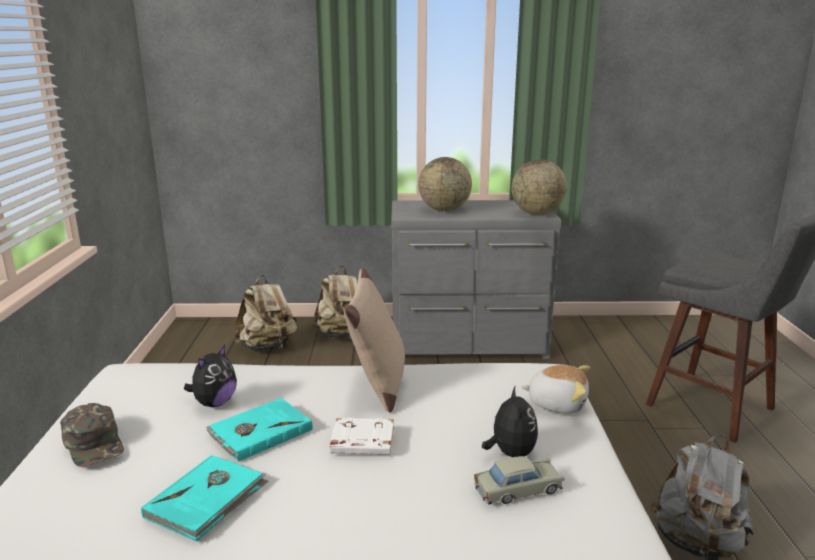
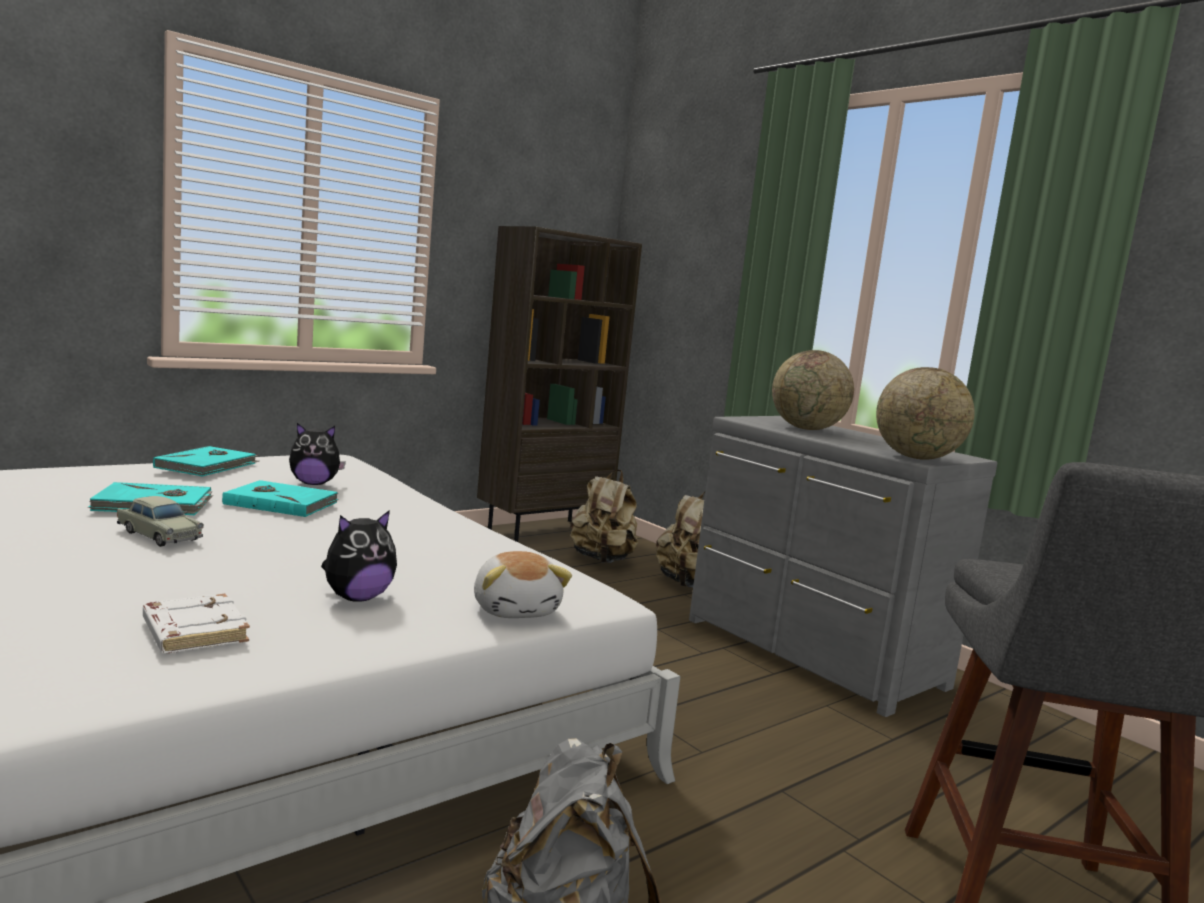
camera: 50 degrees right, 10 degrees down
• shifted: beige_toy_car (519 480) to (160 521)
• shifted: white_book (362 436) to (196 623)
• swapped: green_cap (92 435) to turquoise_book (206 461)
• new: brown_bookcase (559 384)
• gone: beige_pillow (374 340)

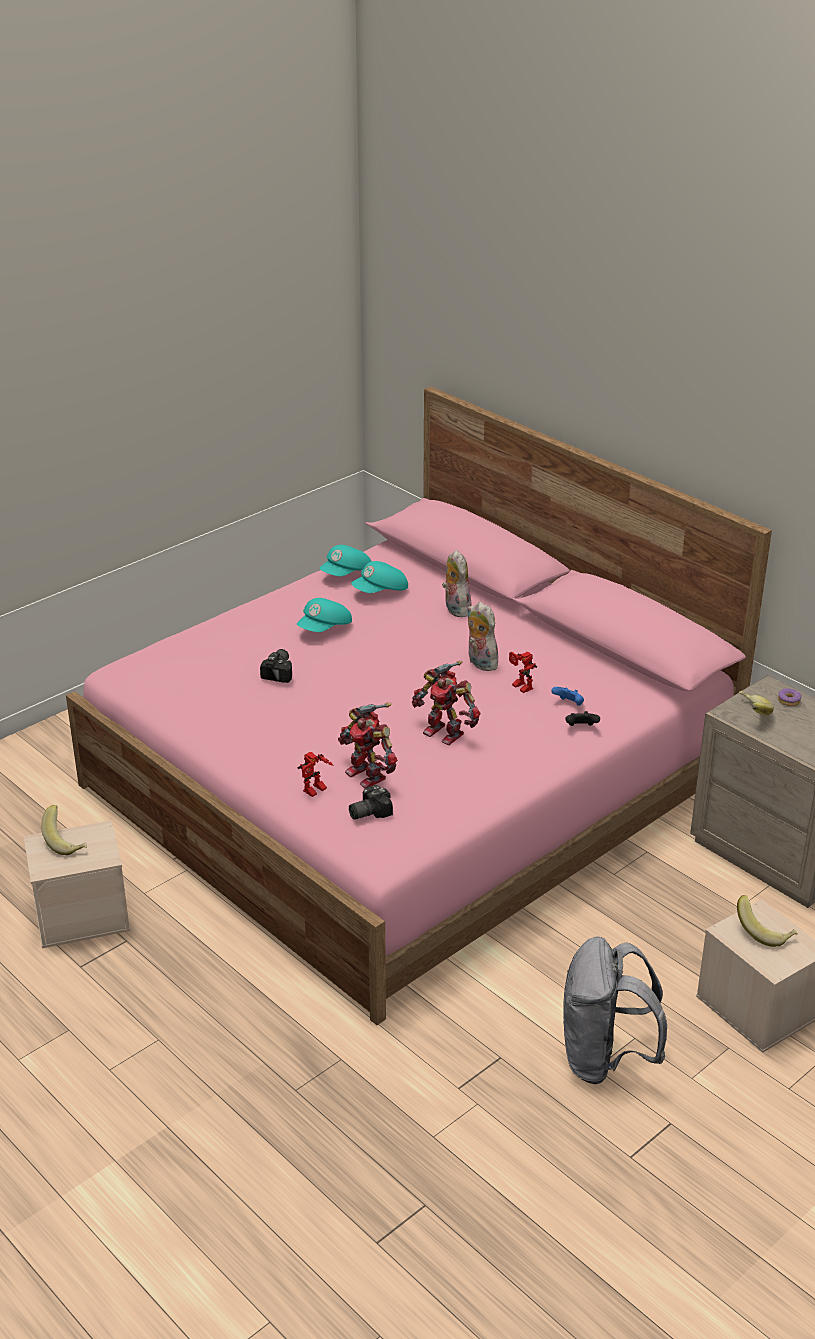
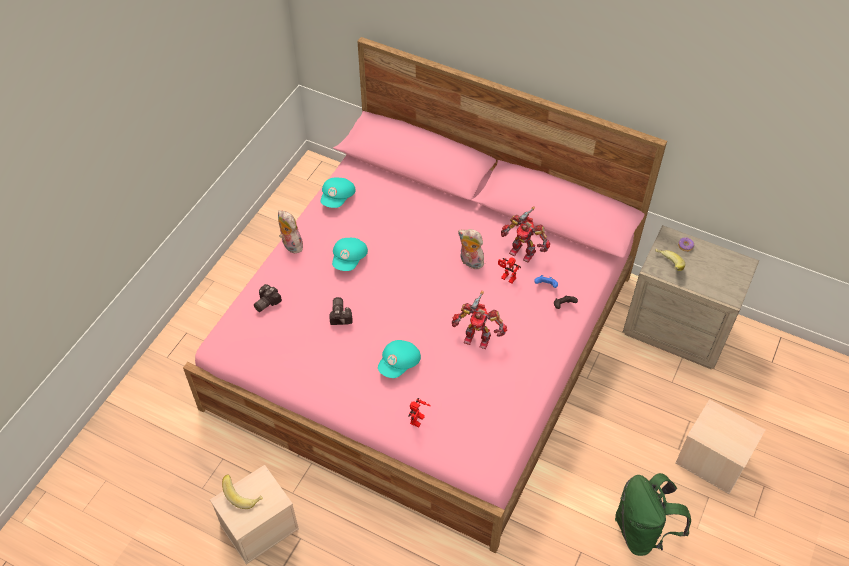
camera: 20 degrees left, 20 degrees up
• shifted: photo_camera (371 802) to (268 298)
• shifted: plush_toy (456 583) to (290 232)
• shifted: turquoise_cap (379 577) to (399 359)
• shifted: toy_robot (367 745) to (525 234)
• repainted: grey_backpack (615 1010) to green_backpack (653 514)
• gone: banana (767 921)

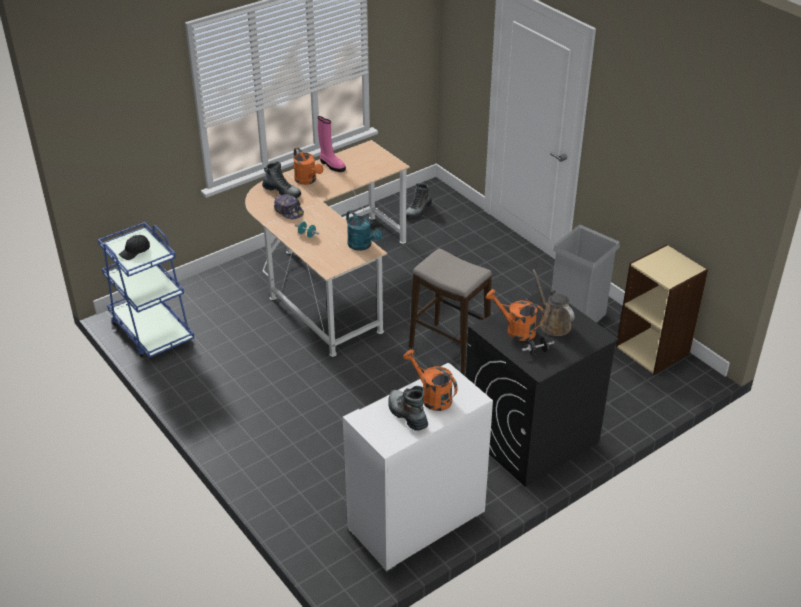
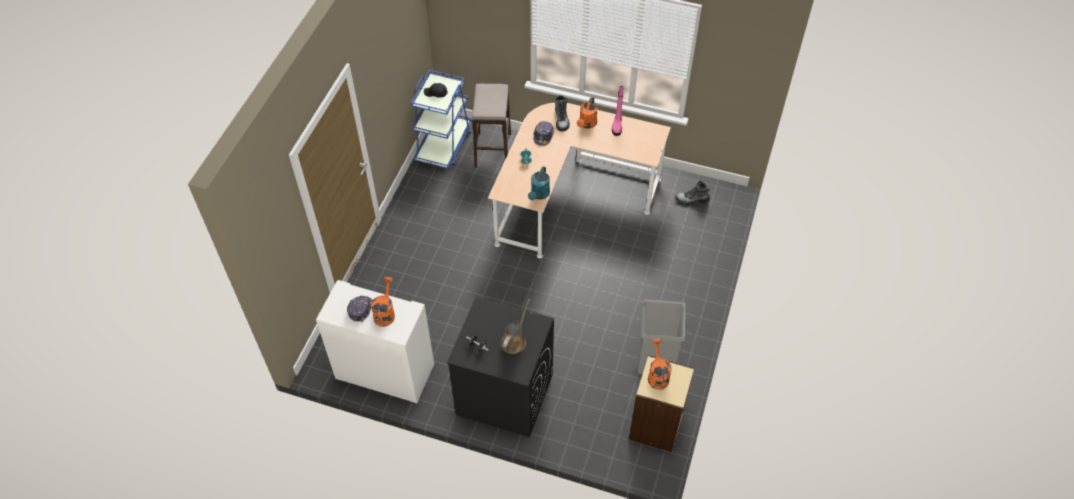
camera: 55 degrees right, 15 degrees up
• swapped: boot (408 408) to cap (360 309)
• shifted: stool (450 311) to (491 126)
• shifted: orange_watering_can (515 315) to (660 364)

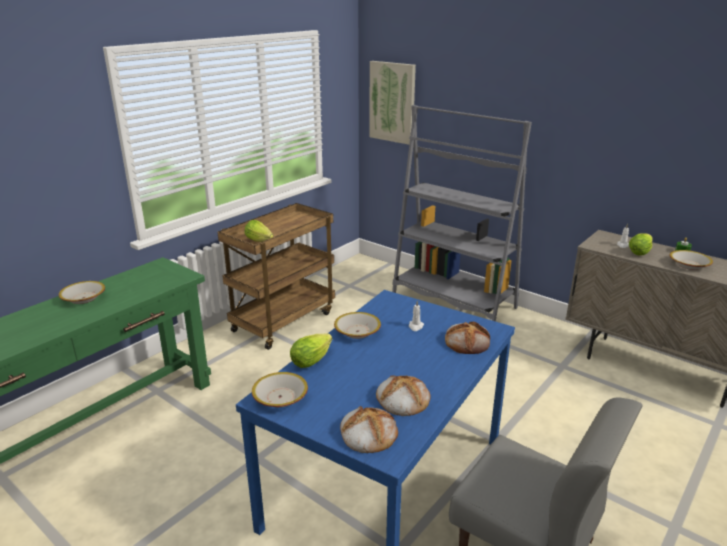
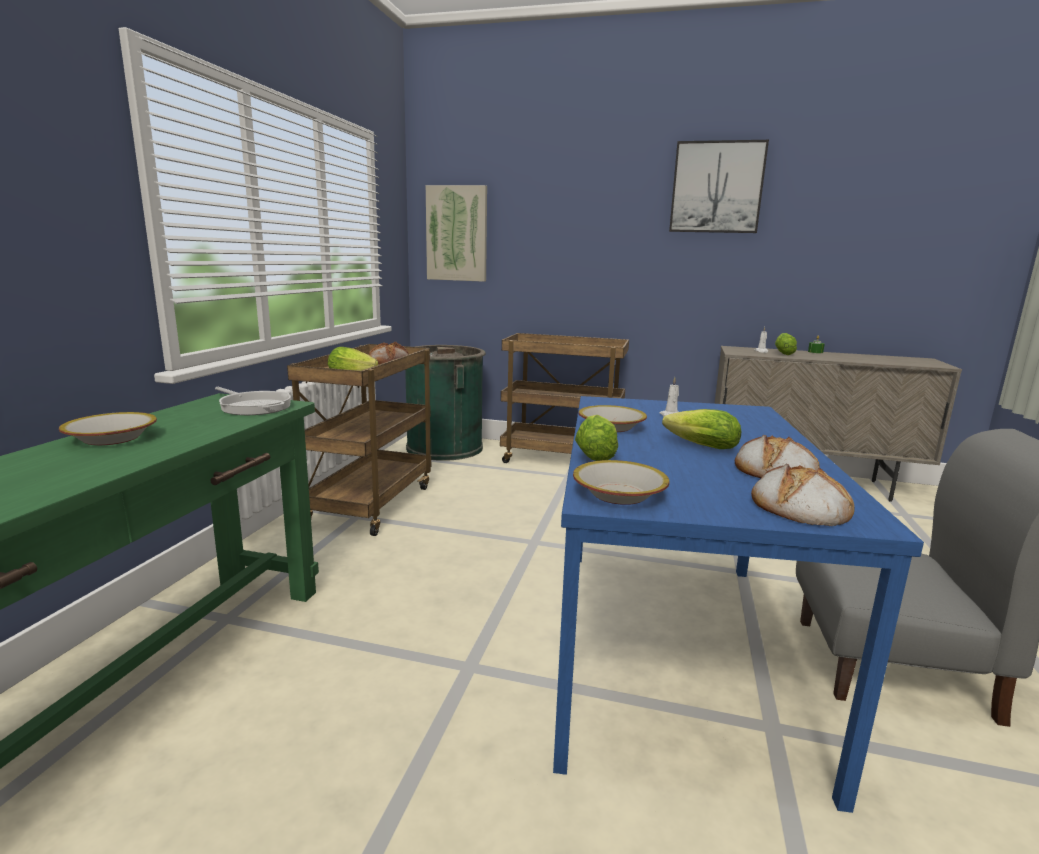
camera: 25 degrees left, 10 degrees down
• new: frying_pan (253 401)
• shifted: bread (467 337) to (389 353)
• new: green_trash_can (445 403)
• swapped: grey_bookcase (462 213) to brown_cart (564 398)
• new: lettuce (702 429)
• new: picture (719 186)
• gone: bowl (691 260)

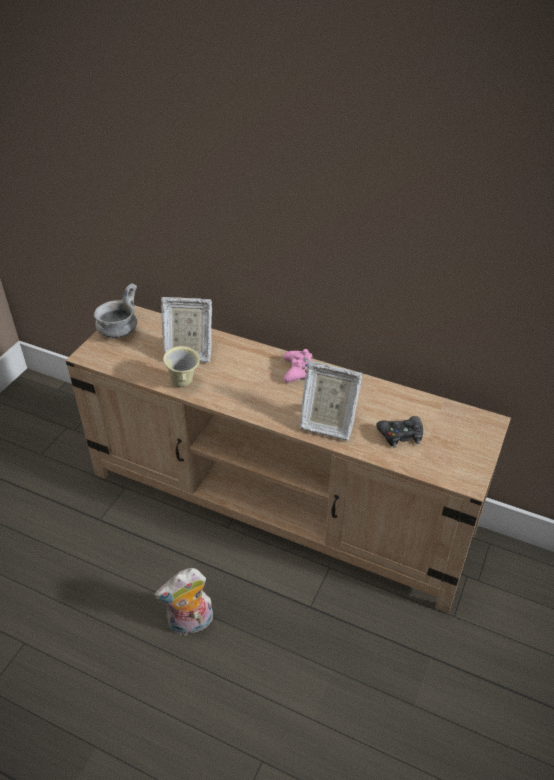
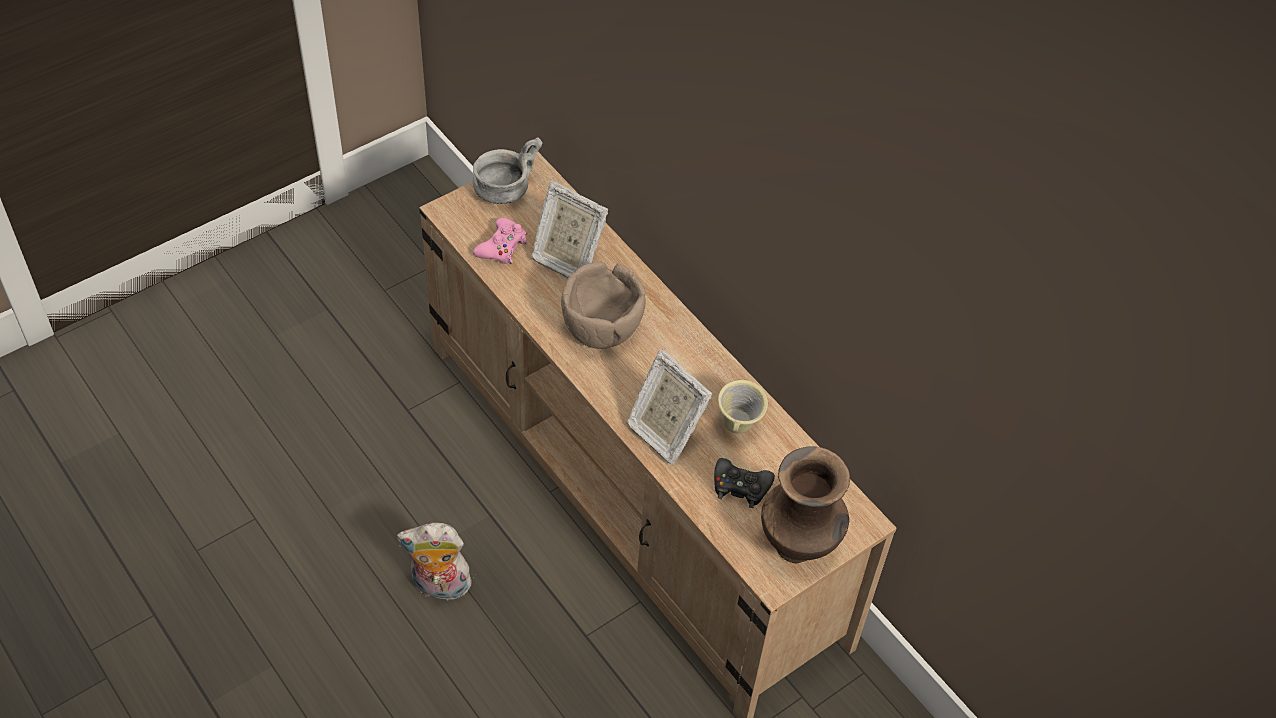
camera: 25 degrees right, 10 degrees up
• shifted: pink_game_controller (297 366) to (500 241)
• new: brown_bowl (603 305)
• shifted: beige_mug (181 366) to (743 407)
• new: brown_vase (805 505)

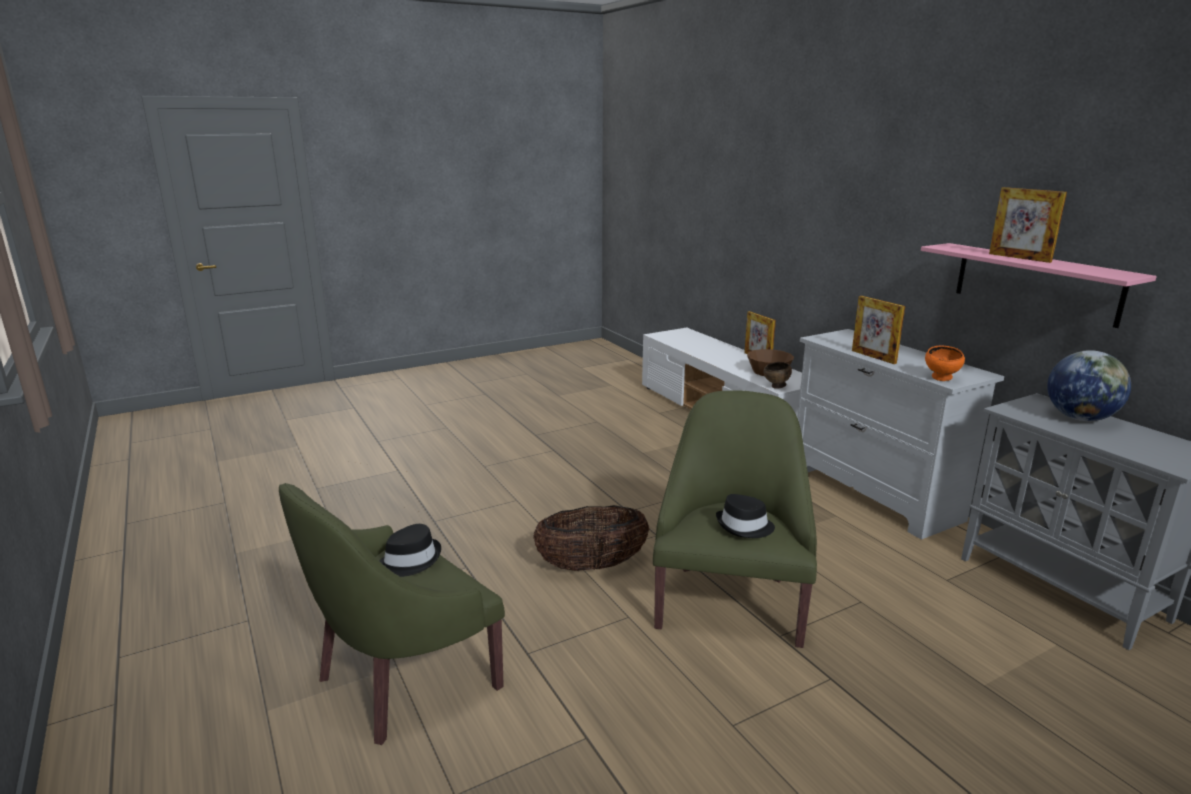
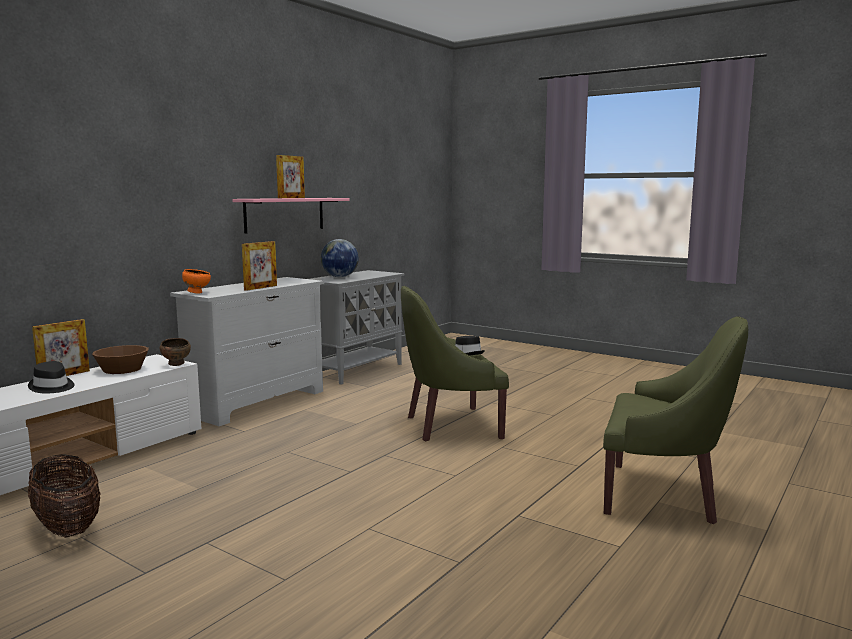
camera: 115 degrees left, 10 degrees down
• shifted: black_hat (410 550) to (51 377)
• shifted: basket (591 538) to (64 496)
• shifted: orange_bowl (945 363) to (196 281)

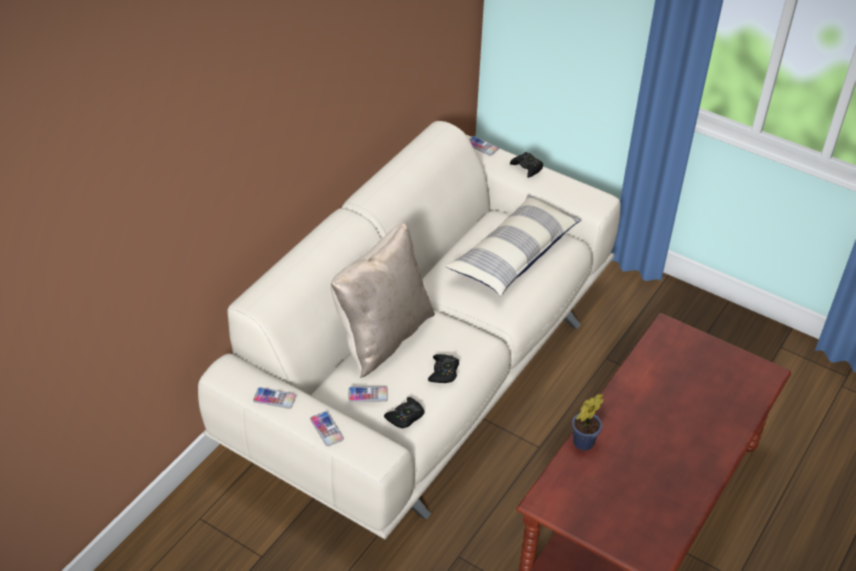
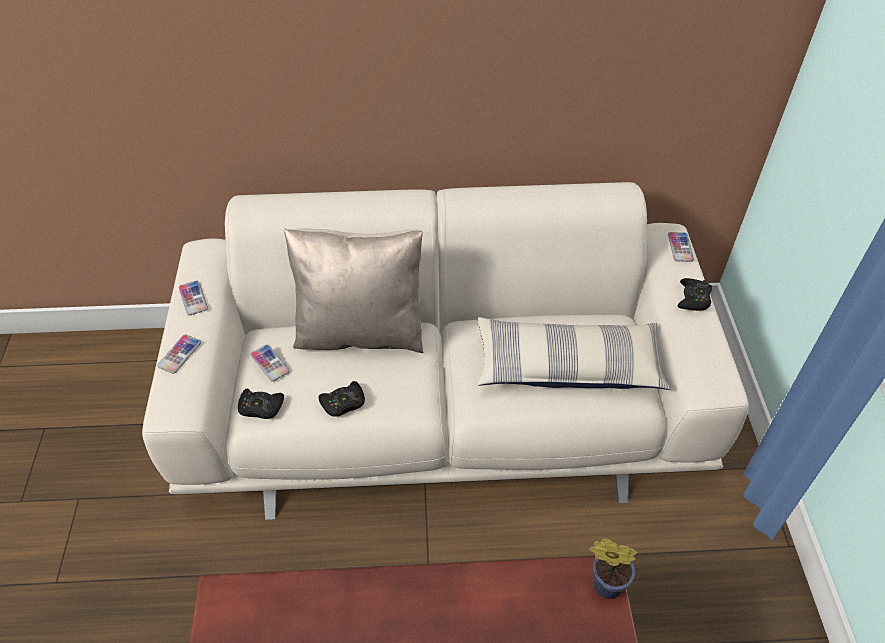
camera: 55 degrees right, 5 degrees up
• shifted: potted_plant (588 422) to (613 568)

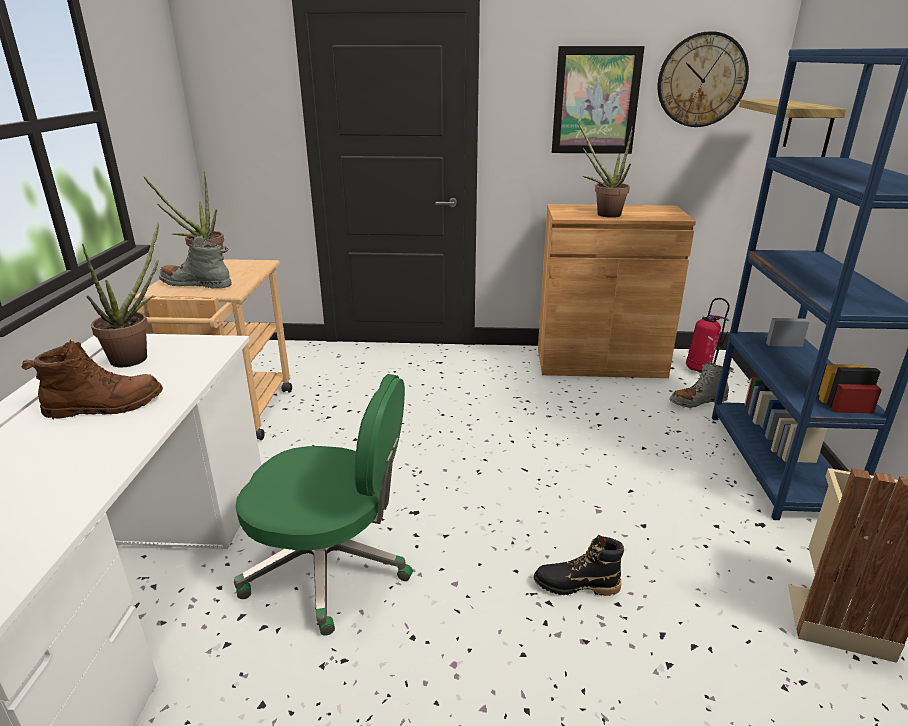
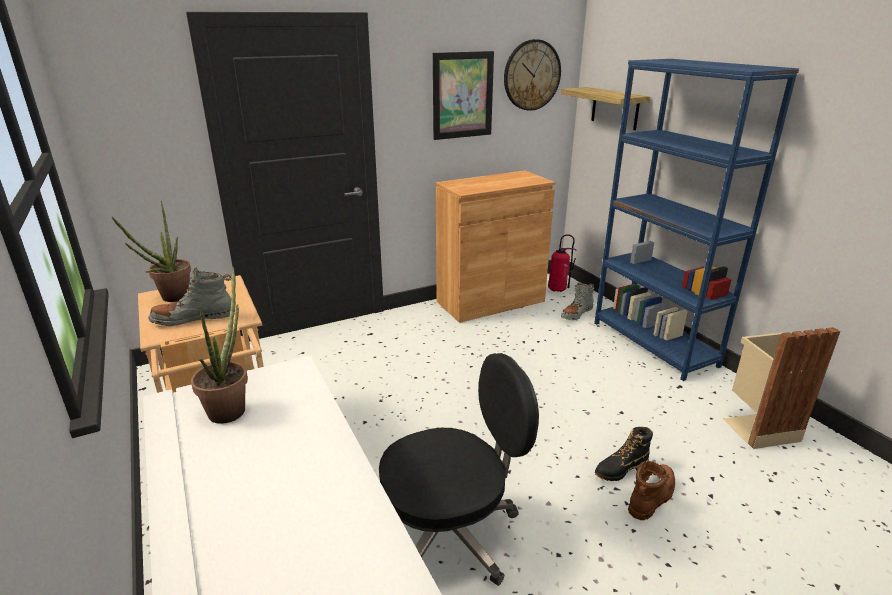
camera: 30 degrees left, 0 degrees up
• repainted: green_office_chair (323 505) to black_office_chair (459 469)
• shifted: brown_boot (92 379) to (651 490)
• gone: potted_plant (605 170)

